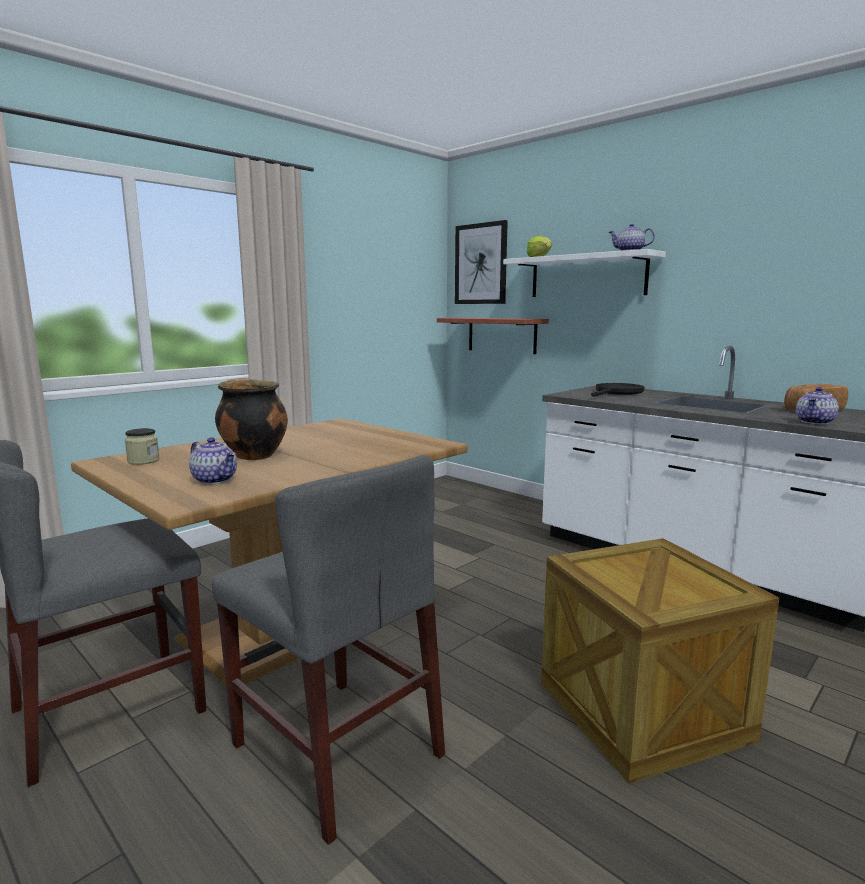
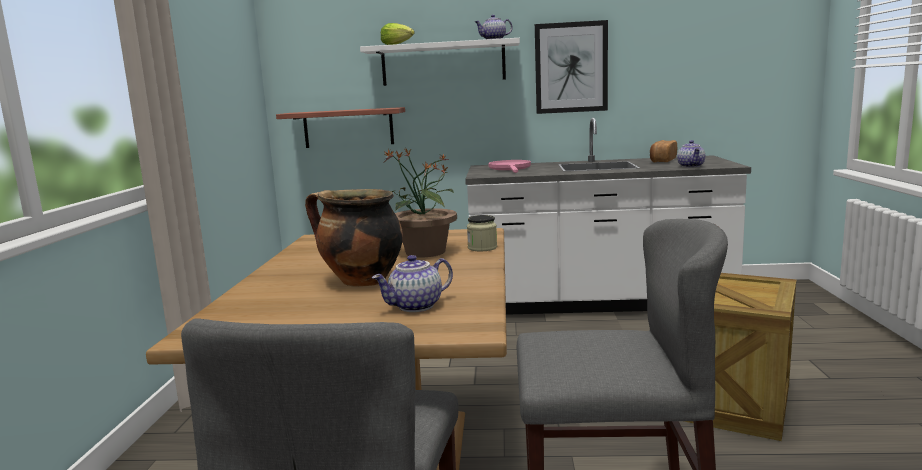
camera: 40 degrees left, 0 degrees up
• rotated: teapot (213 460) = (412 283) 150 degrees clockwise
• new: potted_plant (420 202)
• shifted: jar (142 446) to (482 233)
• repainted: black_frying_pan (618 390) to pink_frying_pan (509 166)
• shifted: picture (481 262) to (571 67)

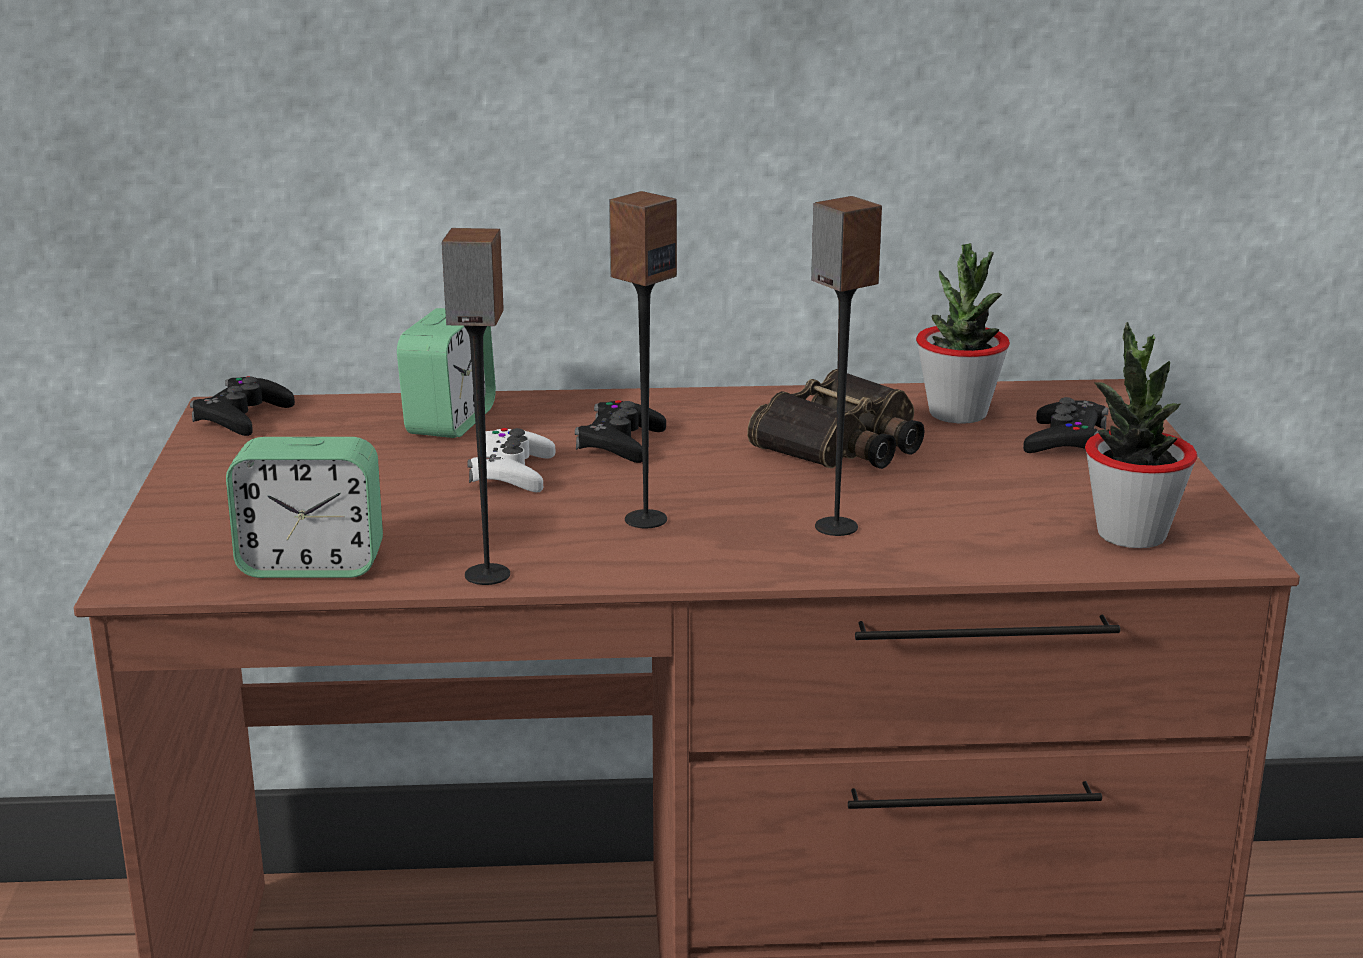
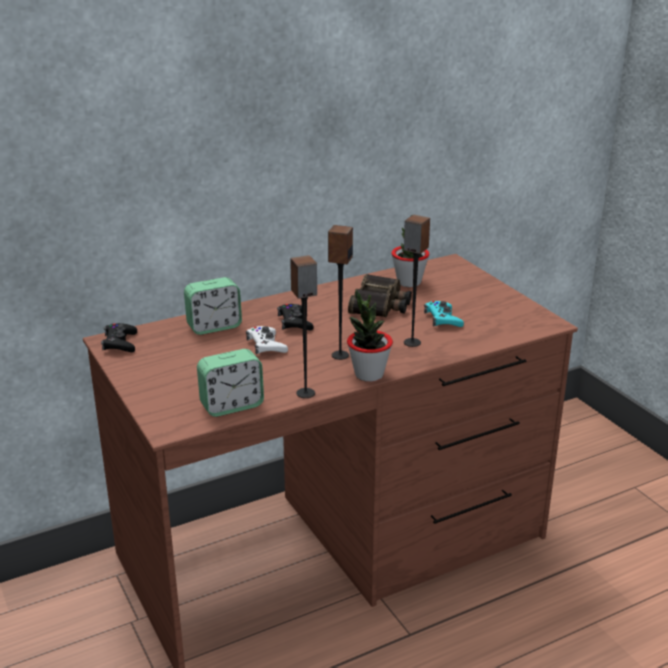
camera: 25 degrees left, 5 degrees up
• rotated: alarm_clock (446 373) = (213 306) 75 degrees clockwise
• shifted: potted_plant (1141 435) to (370 335)
• new: turquoise_game_controller (444 314)
• gone: black_game_controller (1066 425)

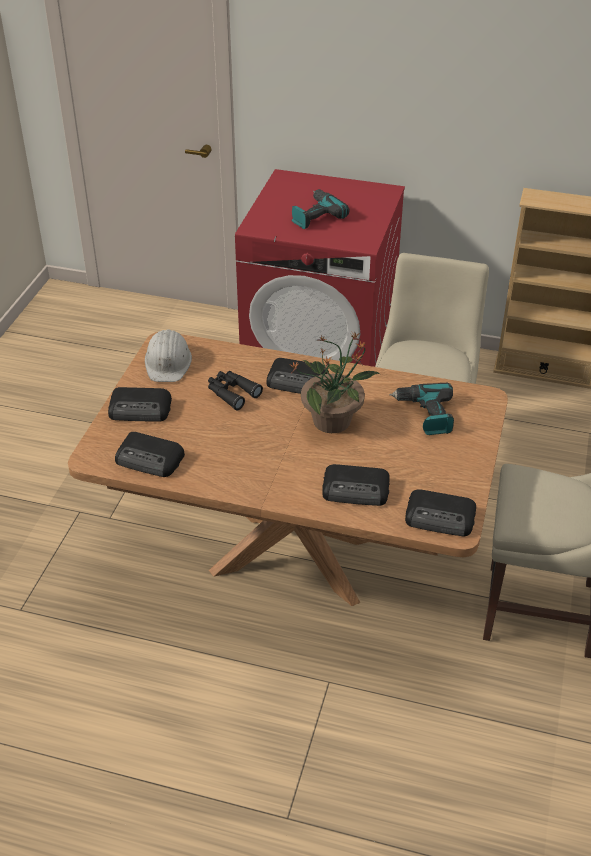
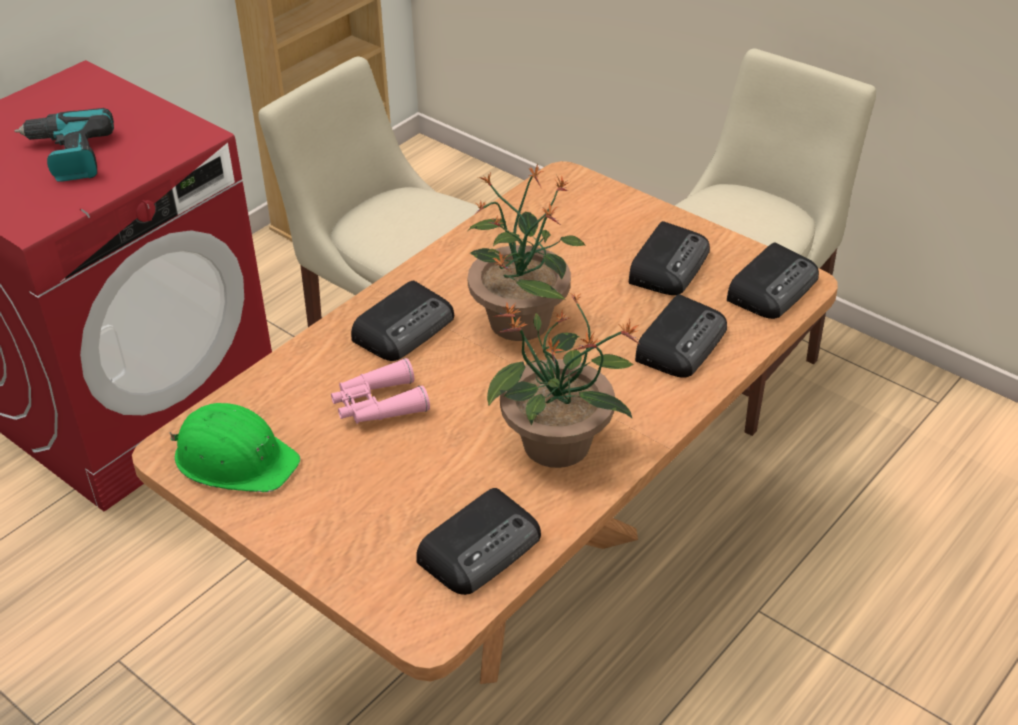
camera: 65 degrees left, 0 degrees up
• repainted: white_hard_hat (168 355) to green_hard_hat (234 447)
• repainted: black_binoculars (235 390) to pink_binoculars (380 391)
• new: potted_plant (563 380)
• shifted: radio (140 404) to (669 258)
• gone: power_drill (421 409)

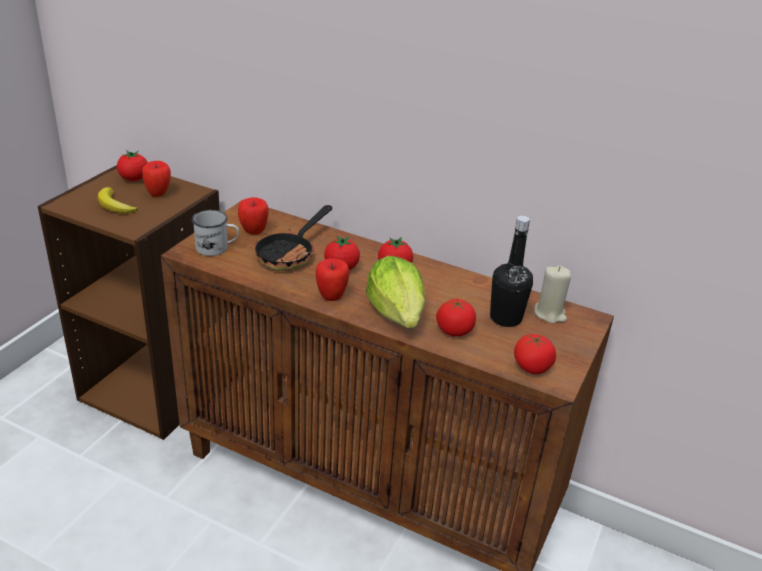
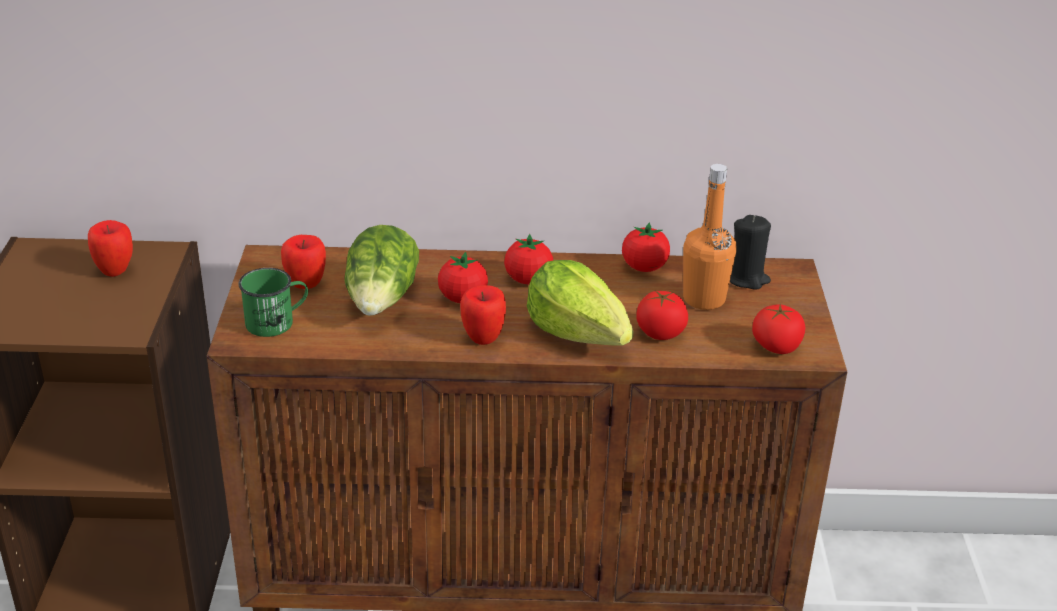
camera: 25 degrees left, 0 degrees up
• repainted: white_mug (215 233) to green_mug (273 302)
• swapped: frying_pan (293 238) to lettuce (381 270)
• shifted: tomato (132 165) to (646 247)
• repainted: black_bottle (511 271) to orange_bottle (709 237)
• repainted: beige_candle (552 295) to black_candle (750 252)
• gone: banana (117 200)

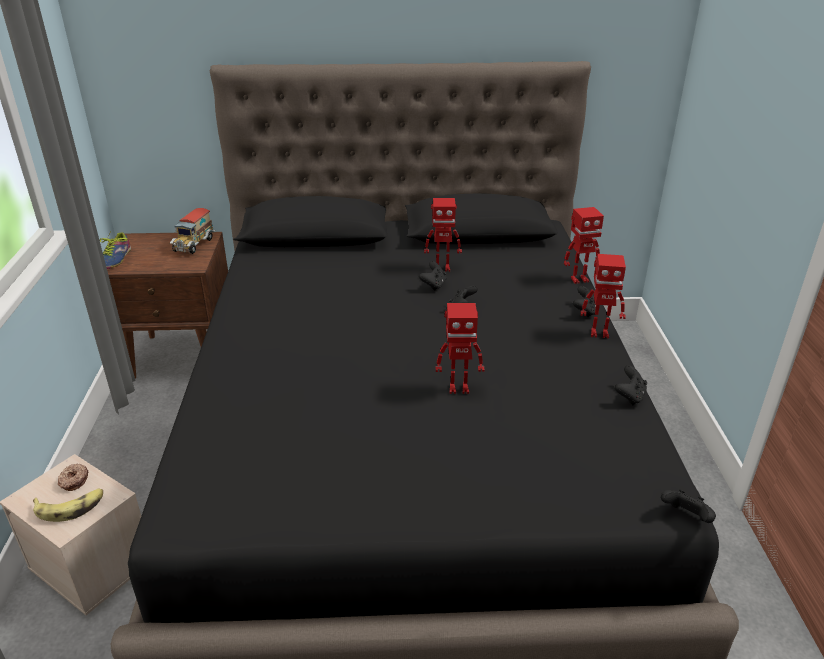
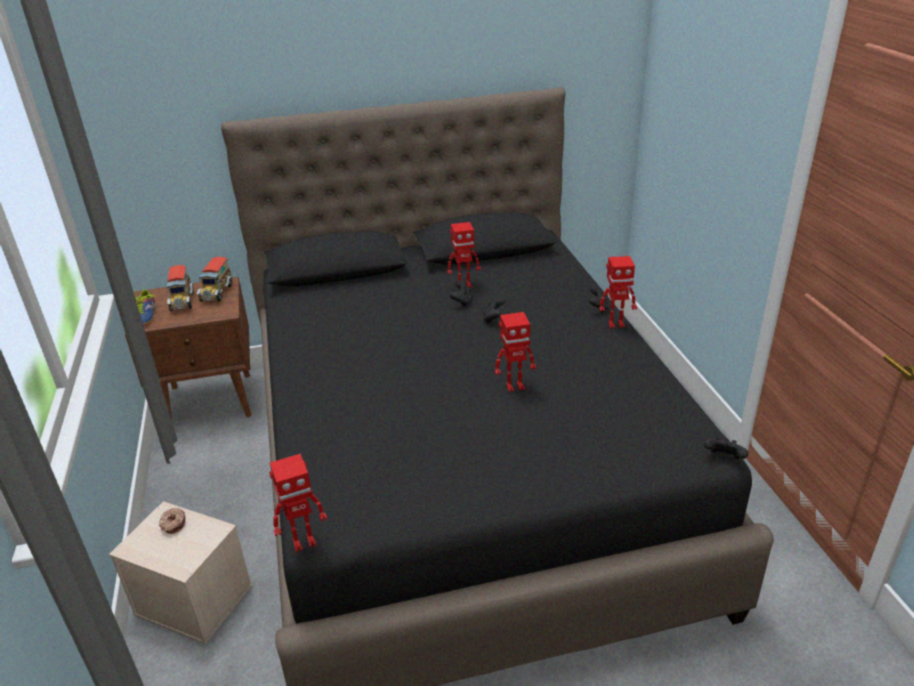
camera: 10 degrees left, 0 degrees up
• new: toy_truck (180 288)
• shifted: toy_robot (584 245) to (298 503)
• gone: banana (68 505)
• gone: black_game_controller (631 385)

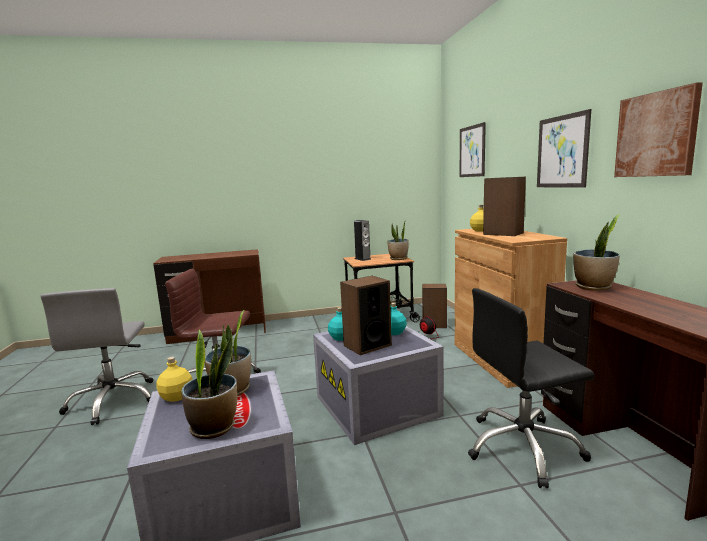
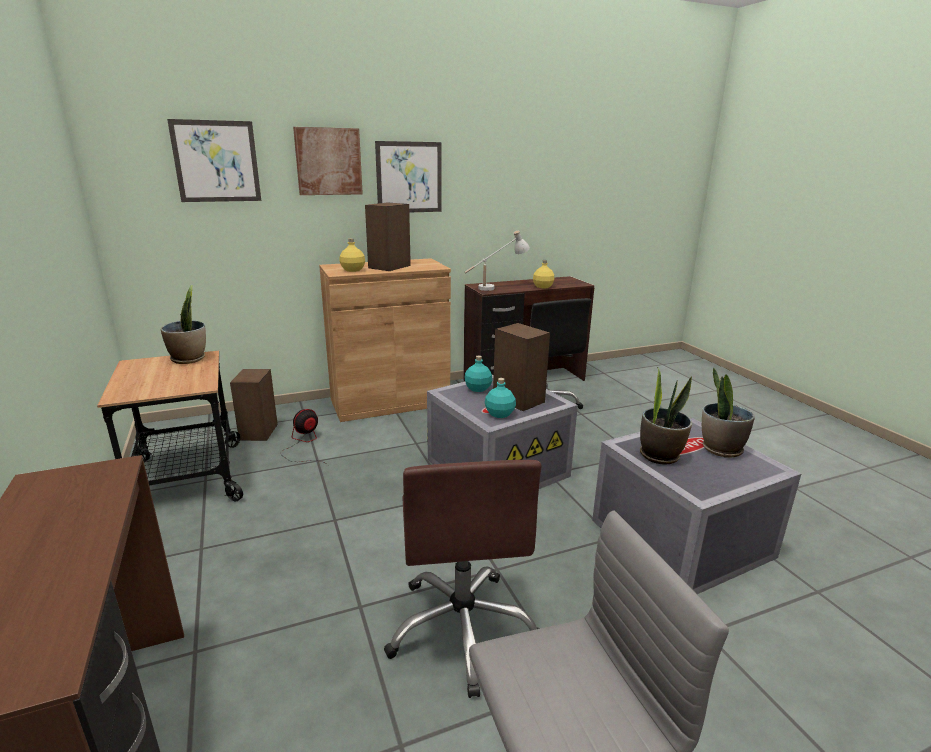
camera: 100 degrees left, 10 degrees up
• shifted: picture (658 129) to (328 161)
• swapped: potted_plant (596 252) to white_table_lamp (497 261)
• shifted: yellow_bottle (174 379) to (543 274)
• gone: speaker (362 240)

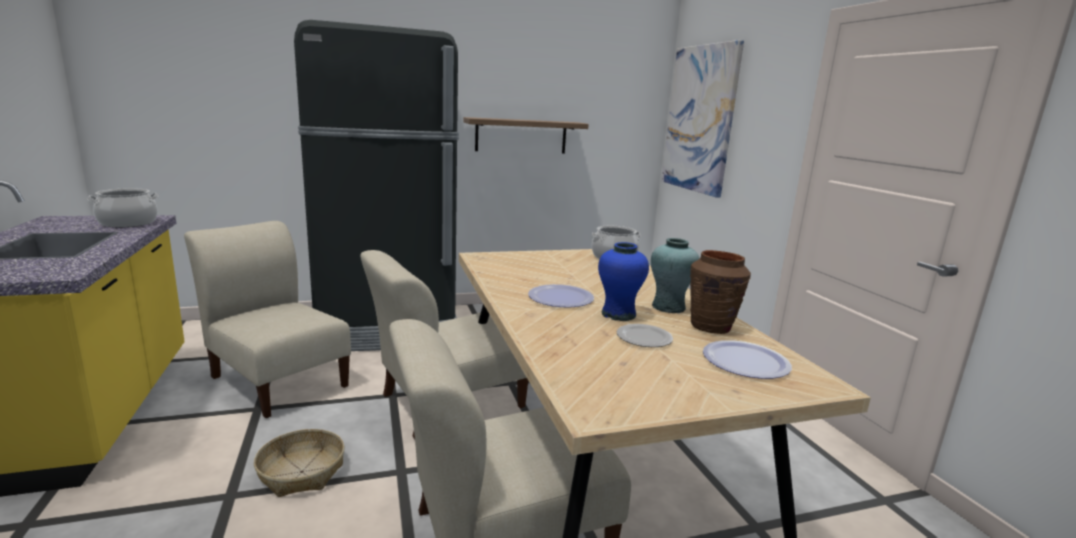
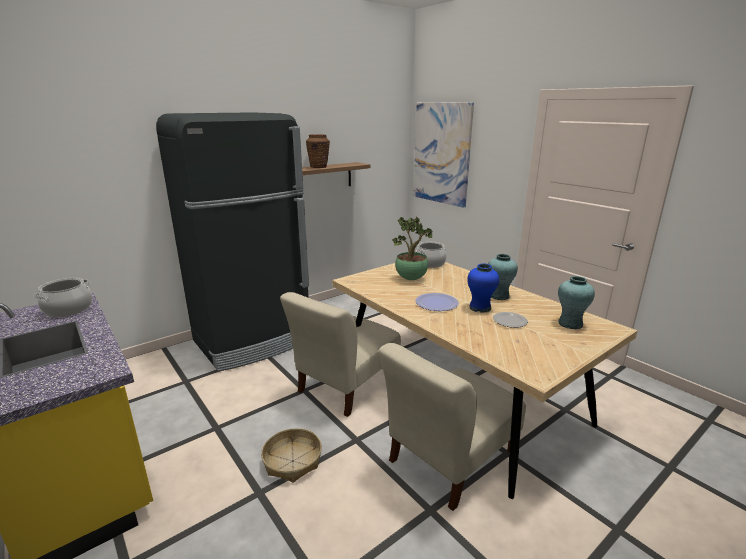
camera: 20 degrees left, 5 degrees up
• shifted: brown_vase (720 292) to (318 151)
• new: potted_plant (412 248)
• swapped: plate (747 359) to turquoise_vase (576 302)
• gone: beige_chair (267 319)

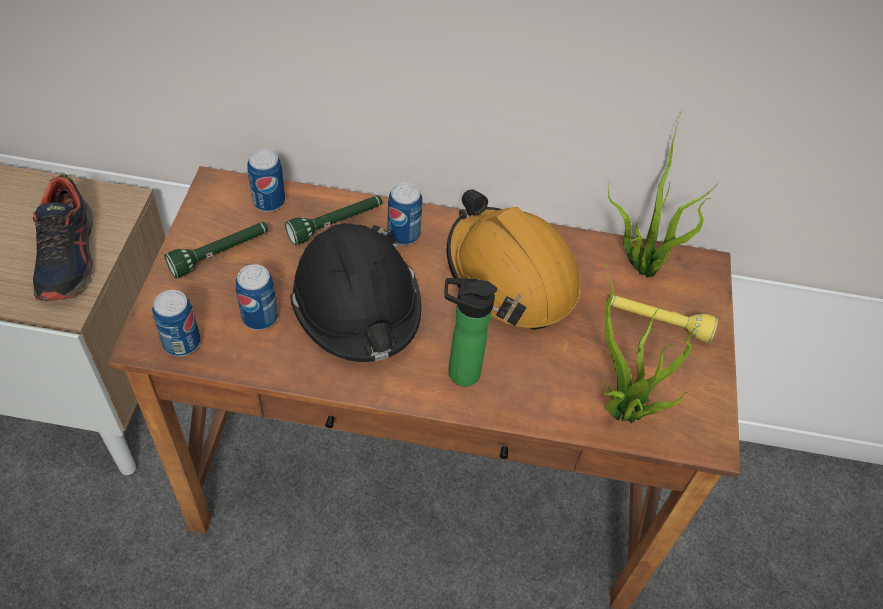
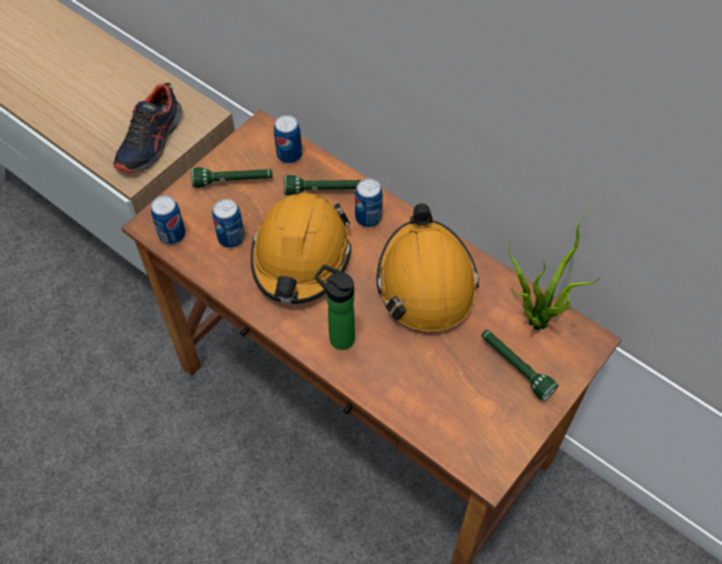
camera: 35 degrees right, 5 degrees up
• repainted: black_hard_hat (355 292) to orange_hard_hat (300 248)
• repainted: yellow_flashlight (664 319) to green_flashlight (520 365)
• gone: potted_plant (651 342)

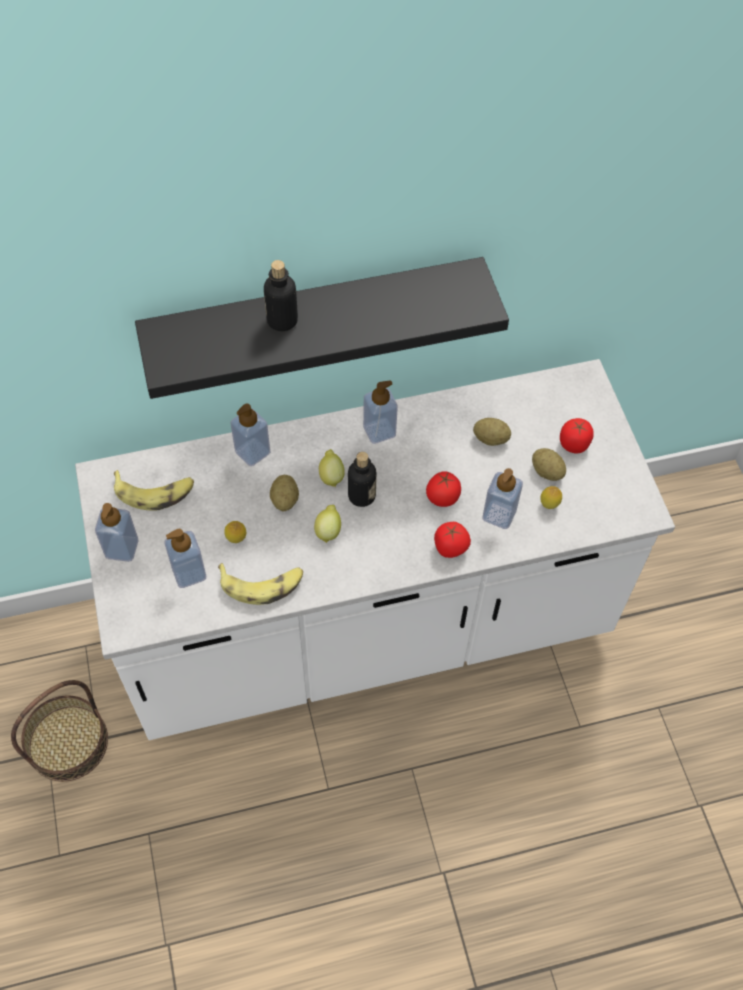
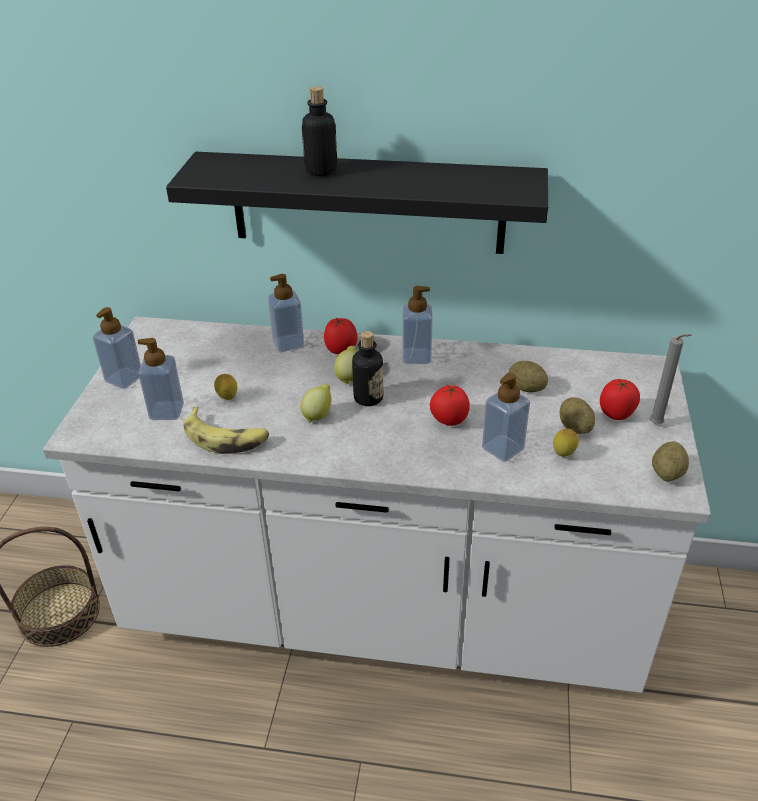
camera: 25 degrees right, 20 degrees down
• shifted: tomato (452 540) to (340 336)
• new: grey_candle (671 379)
• shifted: potato (284 493) to (670 461)
• gone: banana (154 490)

